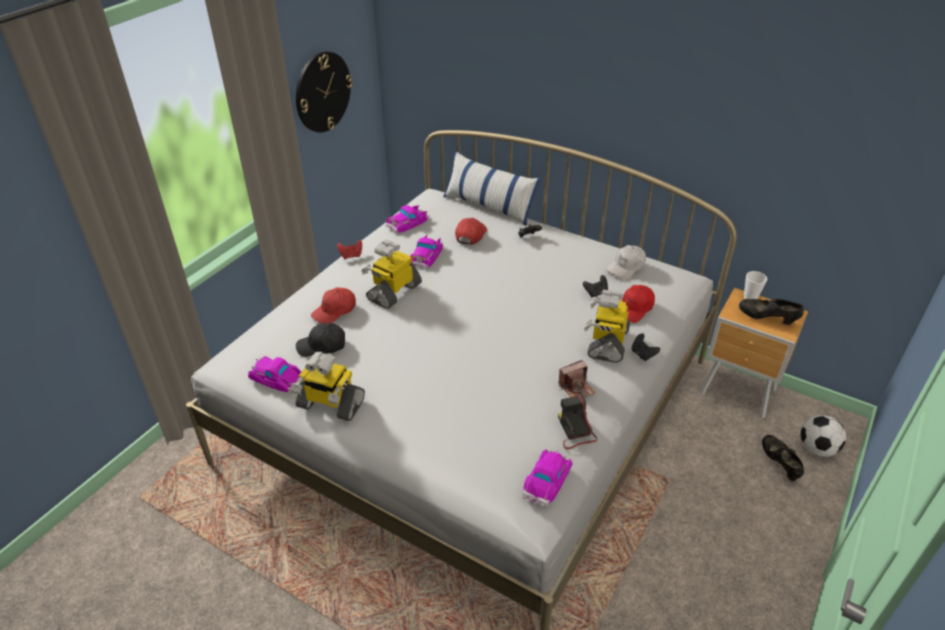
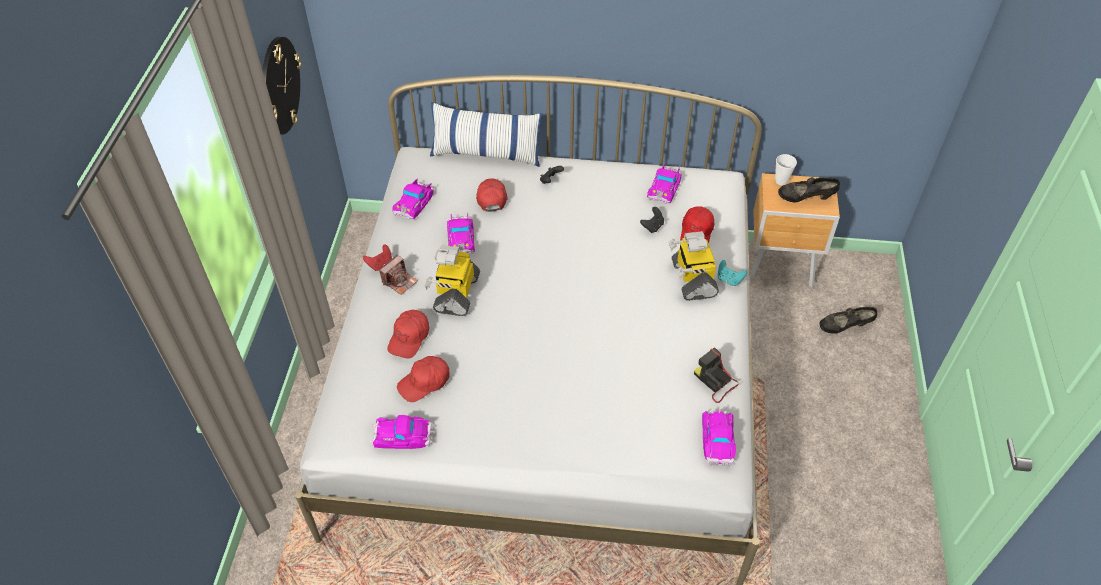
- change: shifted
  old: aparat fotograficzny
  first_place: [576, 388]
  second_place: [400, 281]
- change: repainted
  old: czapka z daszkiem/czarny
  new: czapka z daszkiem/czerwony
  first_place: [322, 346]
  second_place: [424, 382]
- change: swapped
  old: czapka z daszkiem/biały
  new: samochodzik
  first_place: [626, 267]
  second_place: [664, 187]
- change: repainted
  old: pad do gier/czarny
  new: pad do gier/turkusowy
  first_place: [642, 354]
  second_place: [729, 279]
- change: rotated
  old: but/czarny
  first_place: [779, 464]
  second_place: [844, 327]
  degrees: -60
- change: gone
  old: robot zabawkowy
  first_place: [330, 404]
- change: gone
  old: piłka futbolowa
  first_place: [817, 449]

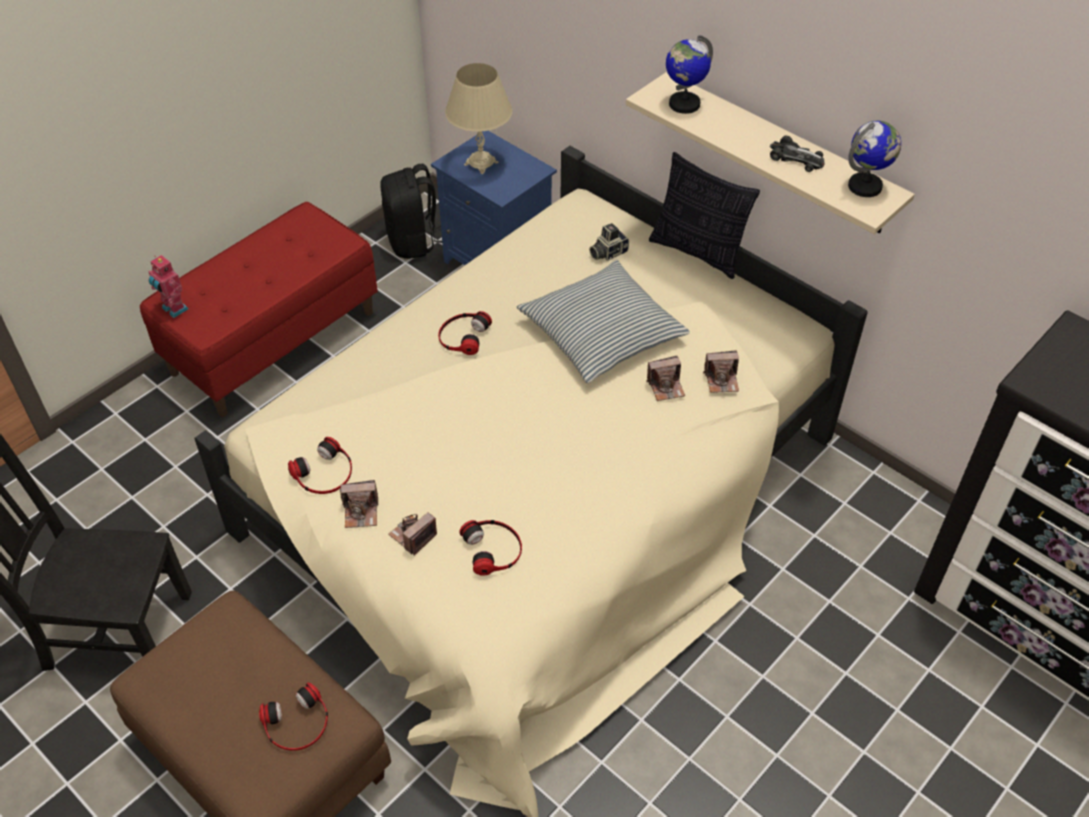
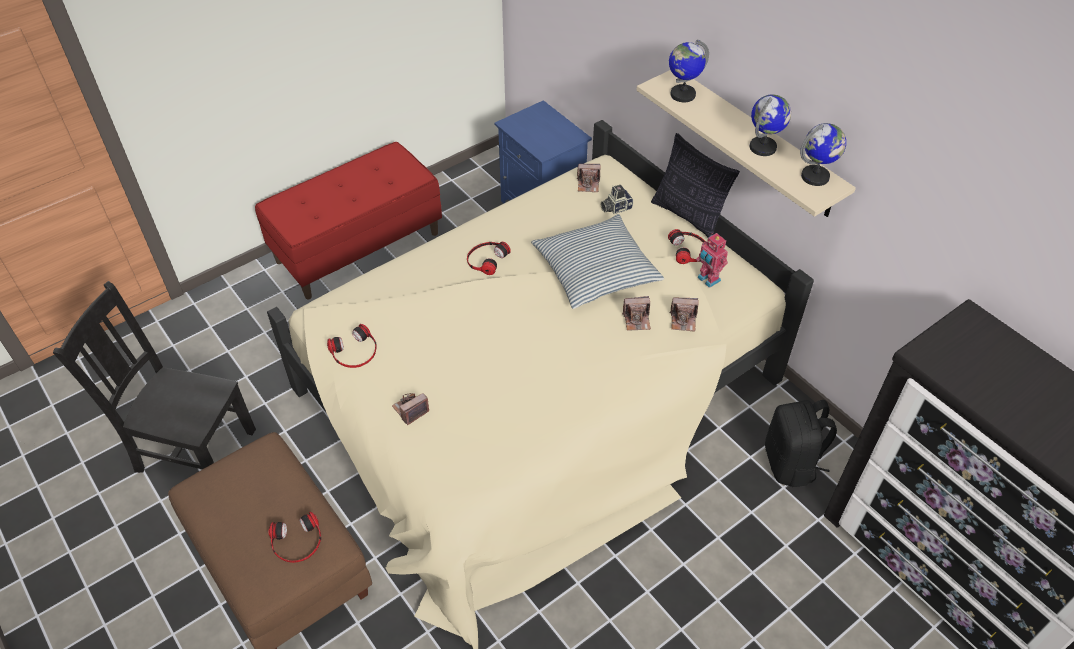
- change: shifted
  old: aparat fotograficzny
  first_place: [361, 512]
  second_place: [588, 184]
- change: shifted
  old: słuchawki
  first_place: [493, 549]
  second_place: [689, 250]
- change: shifted
  old: robot zabawkowy
  first_place: [173, 309]
  second_place: [707, 280]
- change: swapped
  old: samochodzik
  new: globus
  first_place: [795, 158]
  second_place: [763, 147]
- change: shifted
  old: plecak/czarny
  first_place: [413, 242]
  second_place: [791, 463]
- change: gone
  old: lampa stołowa/beżowy
  first_place: [481, 163]

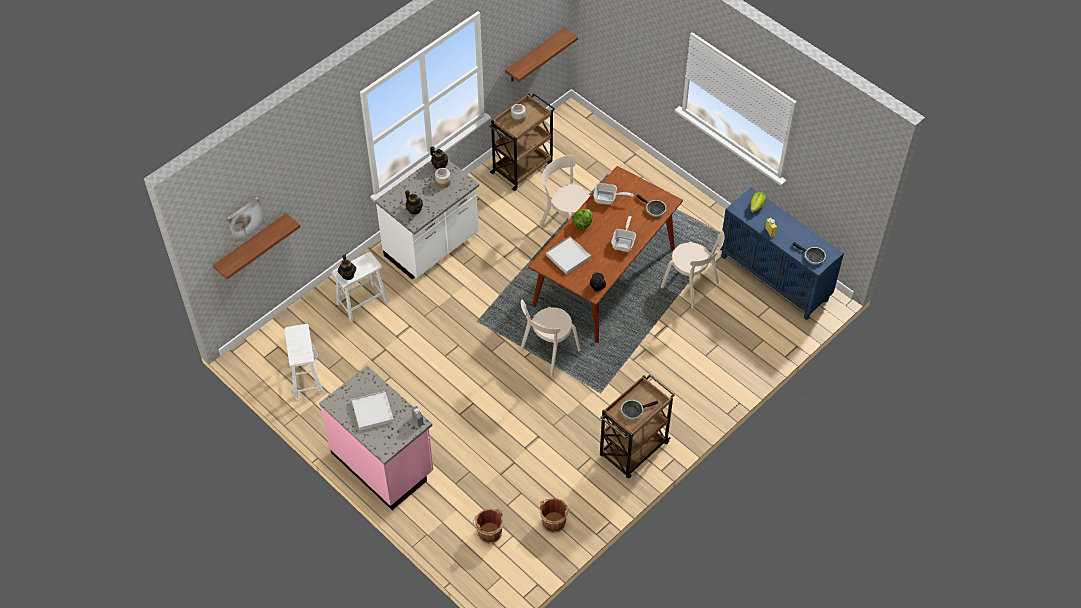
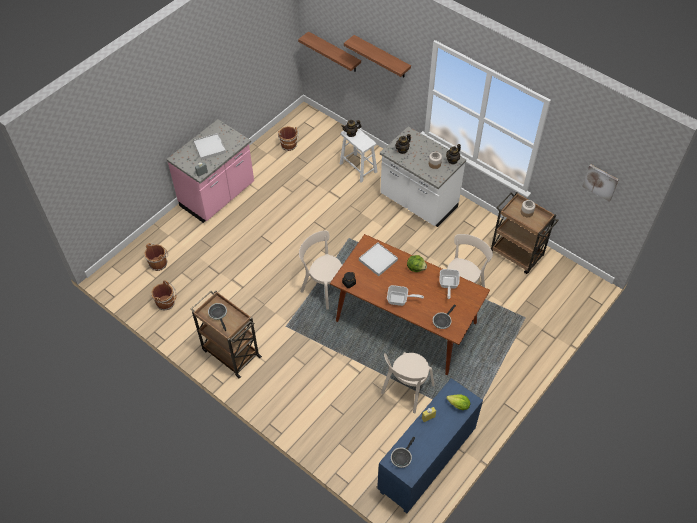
- change: swapped
  old: stołek/biały
  new: wiadro/brązowy
  first_place: [305, 377]
  second_place: [289, 145]
- change: shifted
  old: półka
  first_place: [535, 56]
  second_place: [381, 57]
- change: shifted
  old: obraz
  first_place: [245, 219]
  second_place: [600, 182]

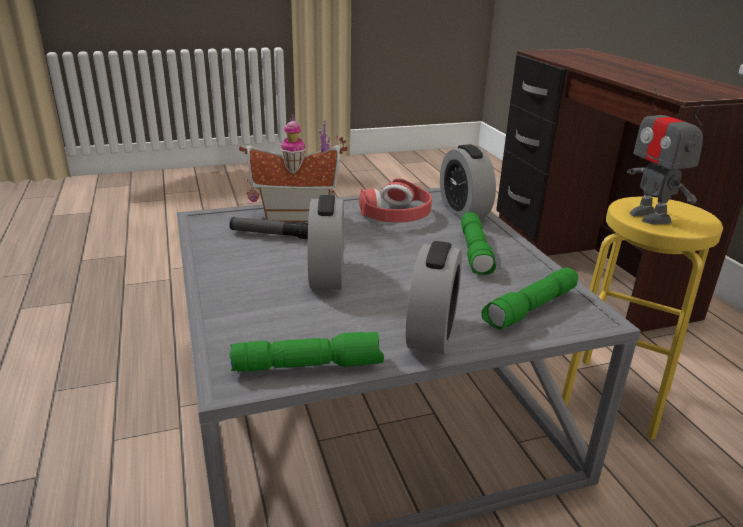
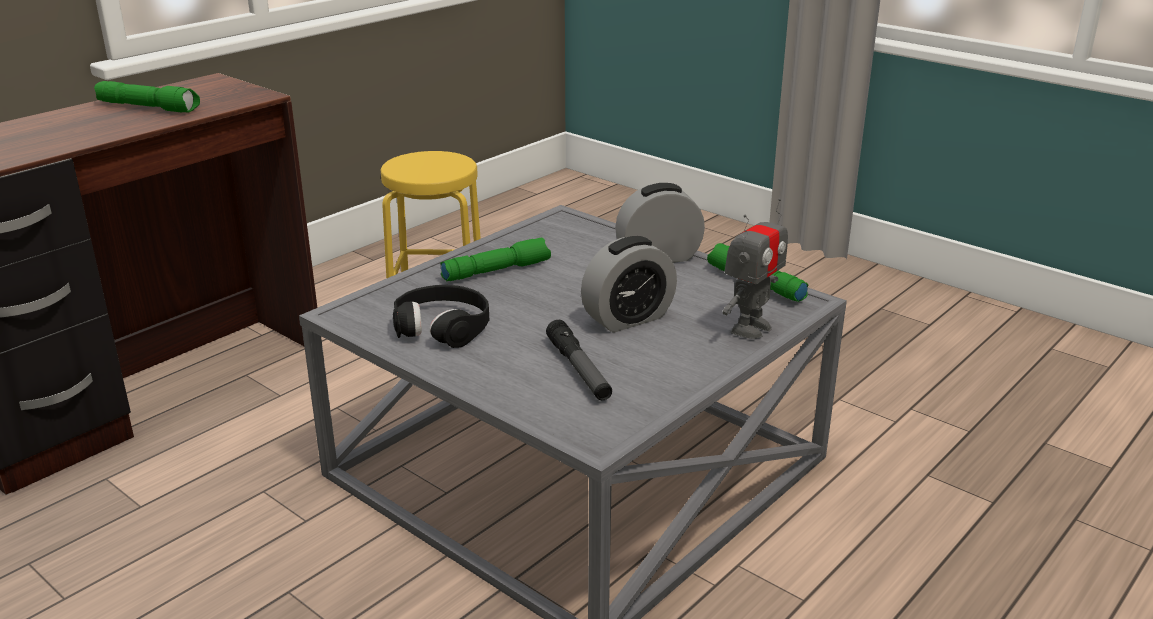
- change: shifted
  old: latarka/zielony
  first_place: [531, 309]
  second_place: [149, 107]
- change: repainted
  old: słuchawki/czerwony
  new: słuchawki/czarny
  first_place: [396, 214]
  second_place: [442, 327]
- change: shifted
  old: robot zabawkowy
  first_place: [650, 216]
  second_place: [750, 328]
- change: gone
  old: domek
  first_place: [296, 214]
- change: gone
  old: budzik
  first_place: [464, 210]

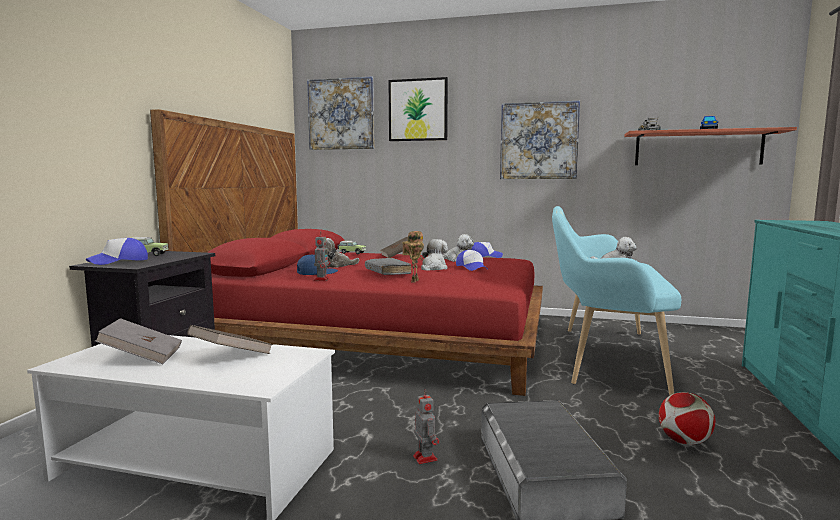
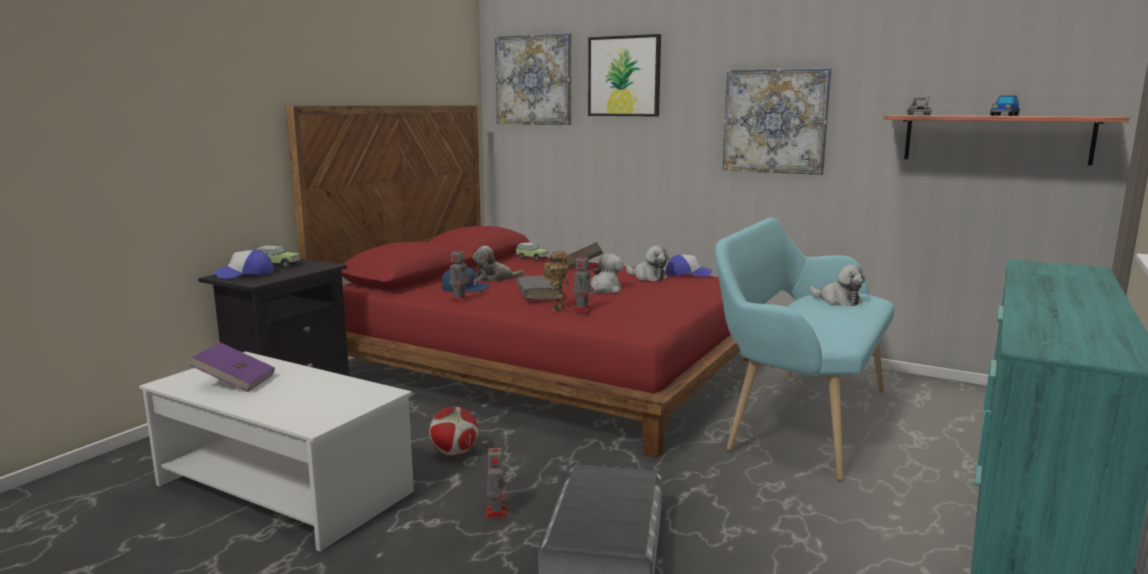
- change: repainted
  old: książka/szary
  new: książka/fioletowy
  first_place: [142, 357]
  second_place: [235, 382]
- change: shifted
  old: piłka futbolowa
  first_place: [684, 441]
  second_place: [454, 453]
- change: new
  new: robot zabawkowy
  second_place: [582, 309]
- change: gone
  old: książka/brązowy
  first_place: [231, 356]
- change: gone
  old: czapka z daszkiem
  first_place: [472, 267]

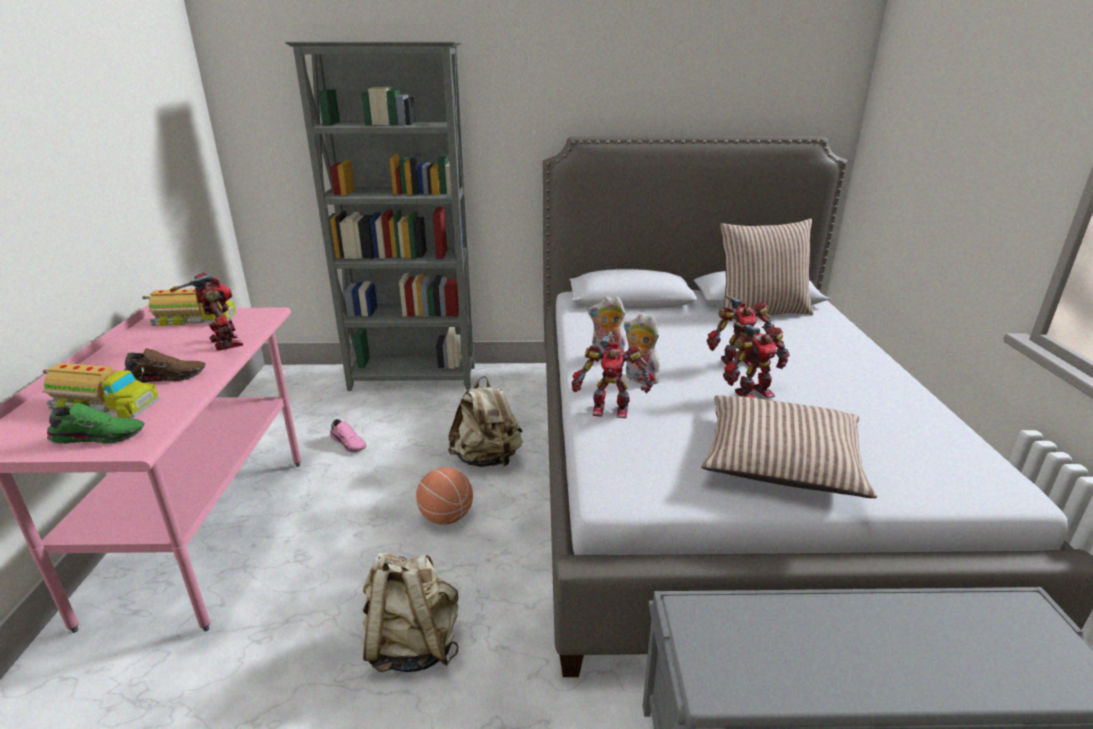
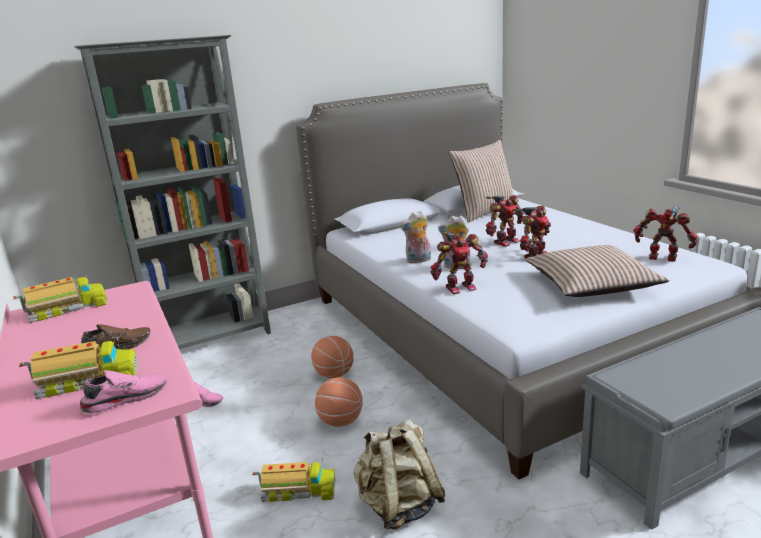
- change: repainted
  old: but/zielony
  new: but/różowy
  first_place: [100, 436]
  second_place: [126, 398]
- change: new
  new: ciężarówka zabawkowa
  second_place: [298, 491]
- change: swapped
  old: plecak/beżowy
  new: piłka do koszykówki
  first_place: [487, 459]
  second_place: [334, 374]
- change: shifted
  old: robot zabawkowy
  first_place: [223, 343]
  second_place: [663, 258]

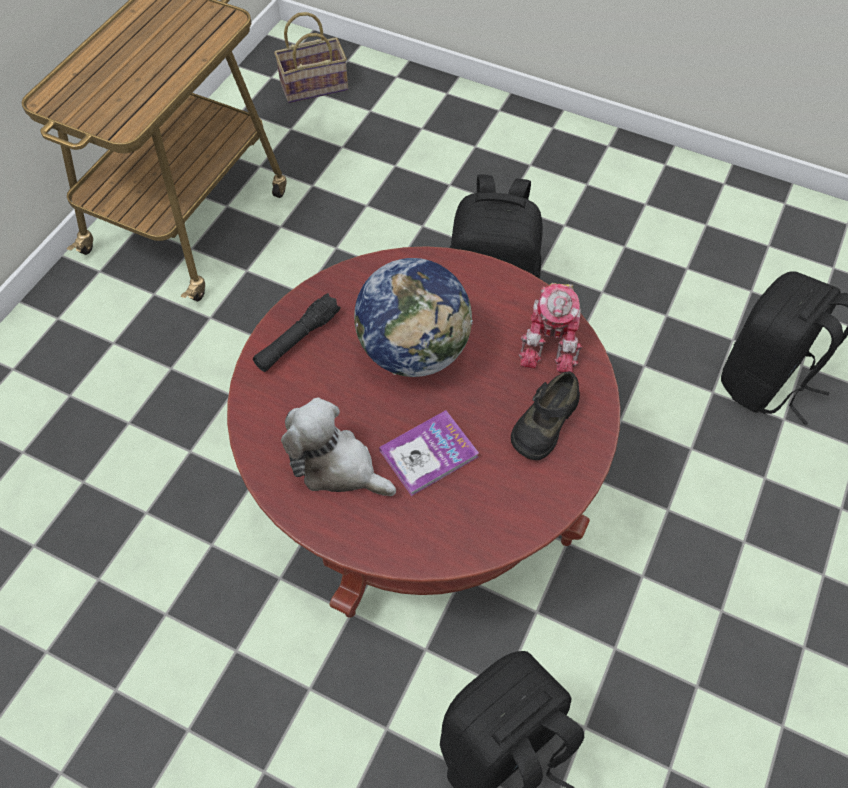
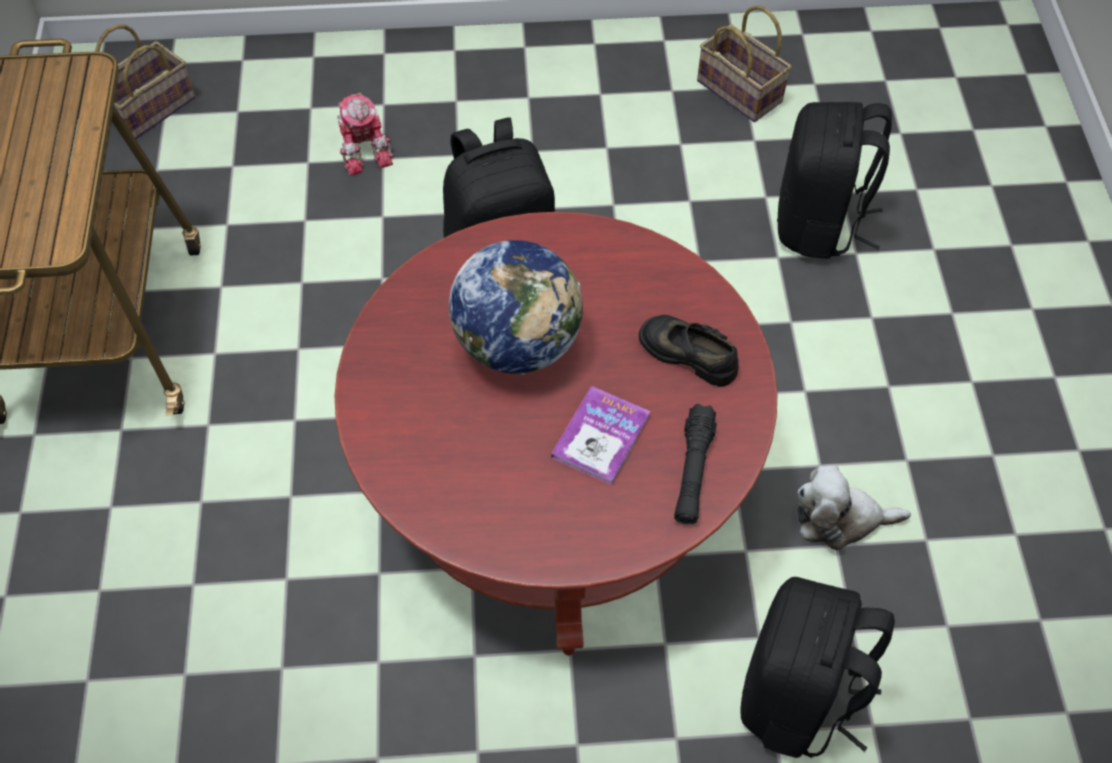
- change: shifted
  old: robot zabawkowy
  first_place: [552, 341]
  second_place: [365, 147]
- change: rotated
  old: but/czarny
  first_place: [544, 423]
  second_place: [689, 353]
  degrees: 120
- change: shifted
  old: latarka/czarny
  first_place: [297, 340]
  second_place: [693, 471]
- change: new
  new: koszyk
  second_place: [742, 91]
- change: shifted
  old: pluszak
  first_place: [336, 466]
  second_place: [840, 519]

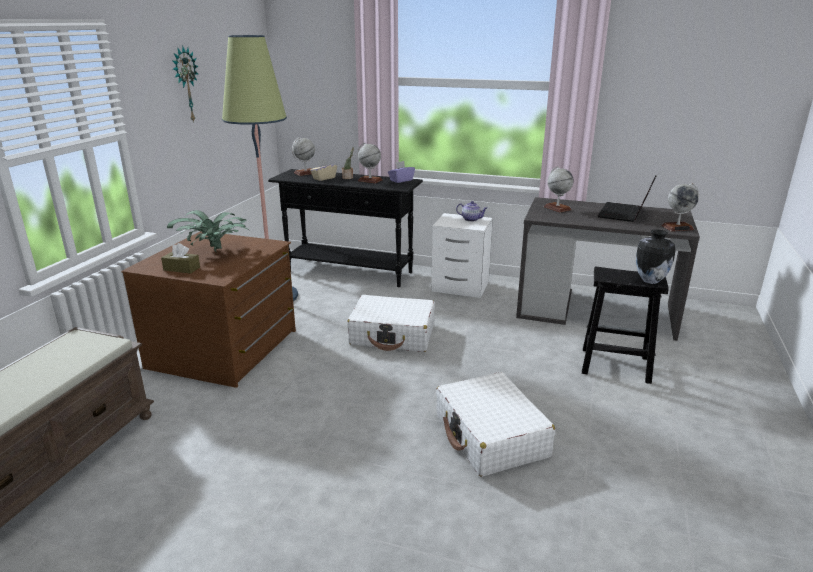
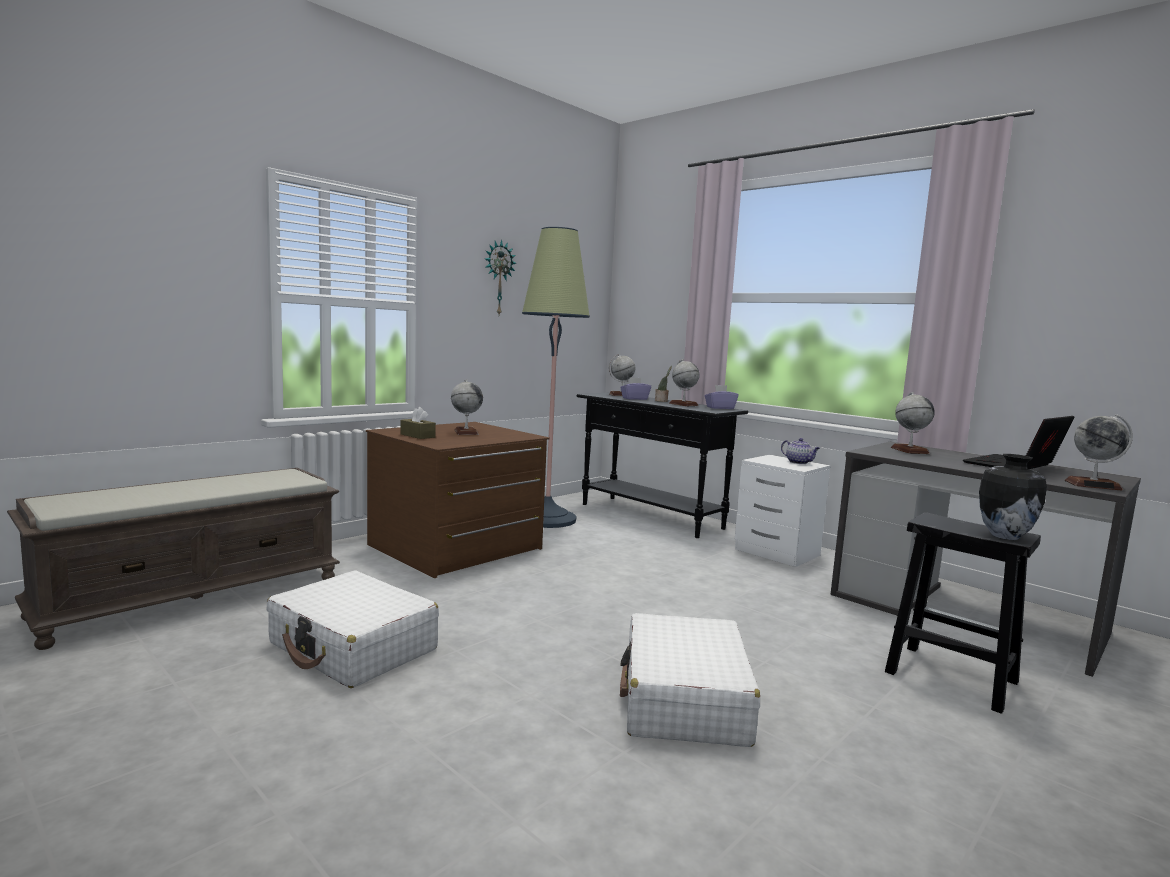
- change: shifted
  old: walizka/biały
  first_place: [393, 335]
  second_place: [353, 647]
- change: swapped
  old: roślina doniczkowa
  new: globus
  first_place: [216, 252]
  second_place: [466, 432]
- change: repainted
  old: pudełko chusteczek/beżowy
  new: pudełko chusteczek/fioletowy
  first_place: [324, 178]
  second_place: [634, 399]

